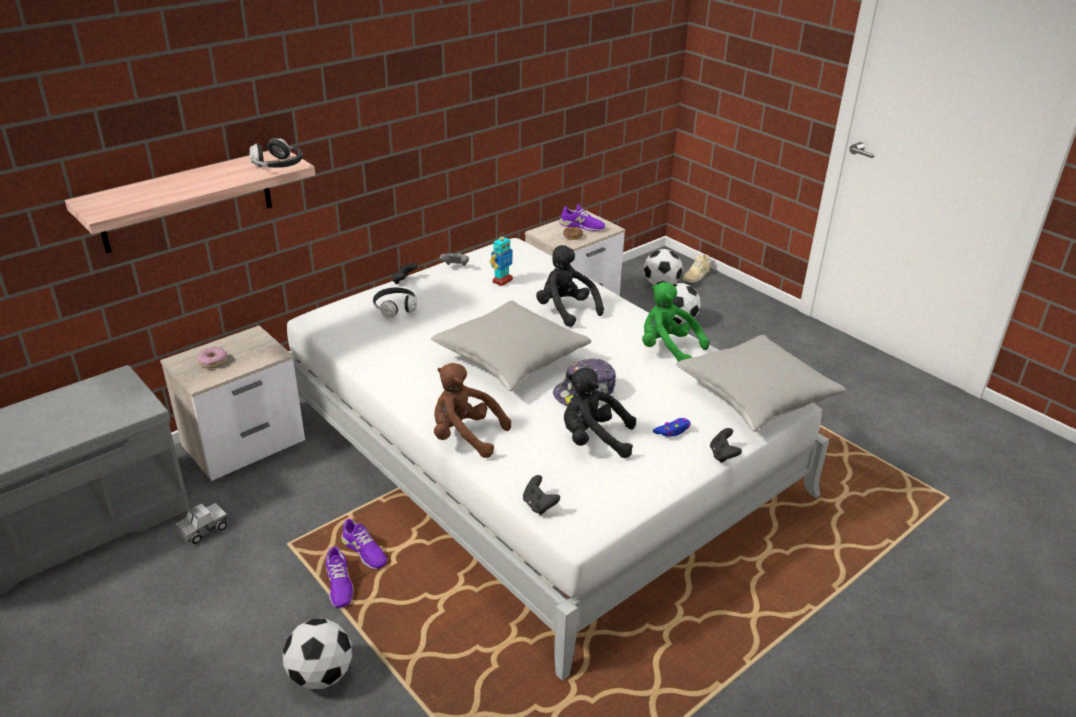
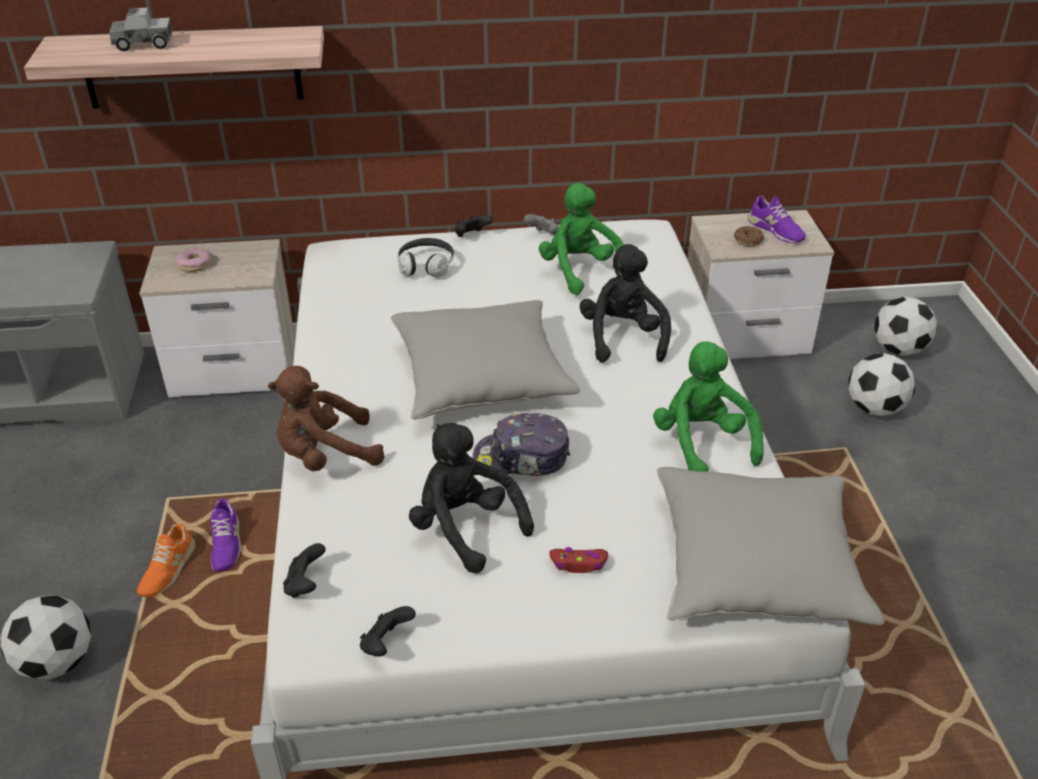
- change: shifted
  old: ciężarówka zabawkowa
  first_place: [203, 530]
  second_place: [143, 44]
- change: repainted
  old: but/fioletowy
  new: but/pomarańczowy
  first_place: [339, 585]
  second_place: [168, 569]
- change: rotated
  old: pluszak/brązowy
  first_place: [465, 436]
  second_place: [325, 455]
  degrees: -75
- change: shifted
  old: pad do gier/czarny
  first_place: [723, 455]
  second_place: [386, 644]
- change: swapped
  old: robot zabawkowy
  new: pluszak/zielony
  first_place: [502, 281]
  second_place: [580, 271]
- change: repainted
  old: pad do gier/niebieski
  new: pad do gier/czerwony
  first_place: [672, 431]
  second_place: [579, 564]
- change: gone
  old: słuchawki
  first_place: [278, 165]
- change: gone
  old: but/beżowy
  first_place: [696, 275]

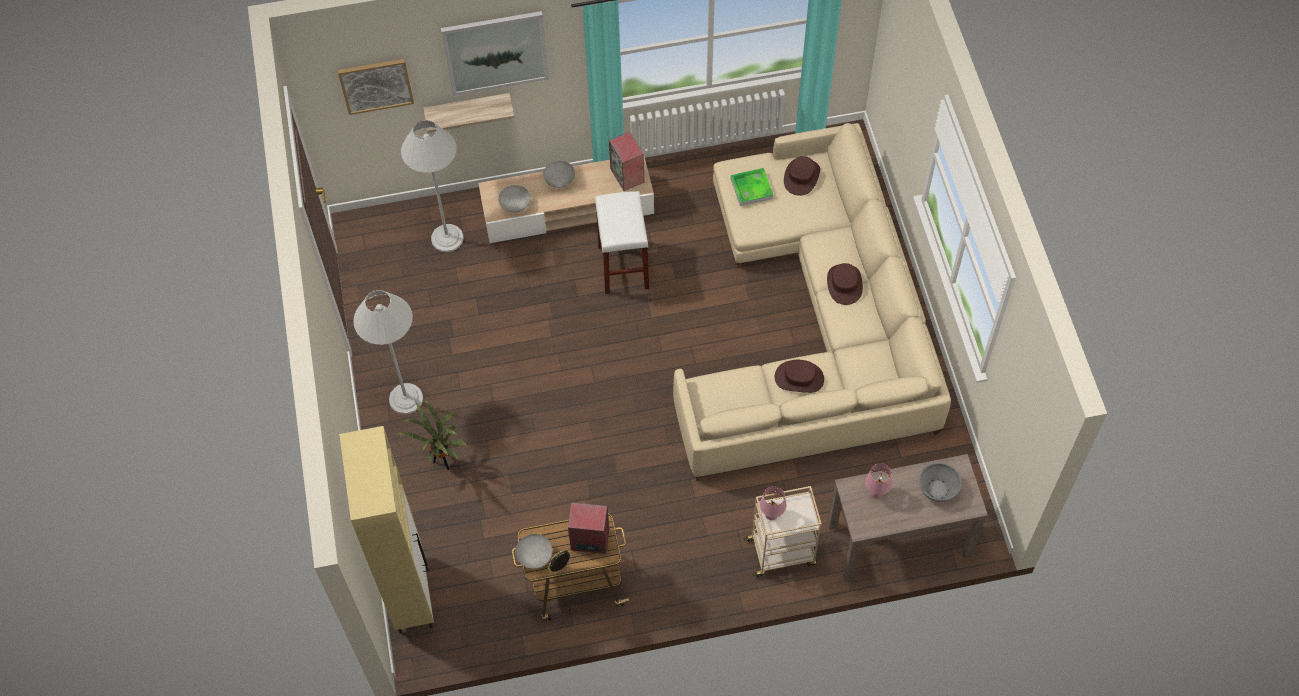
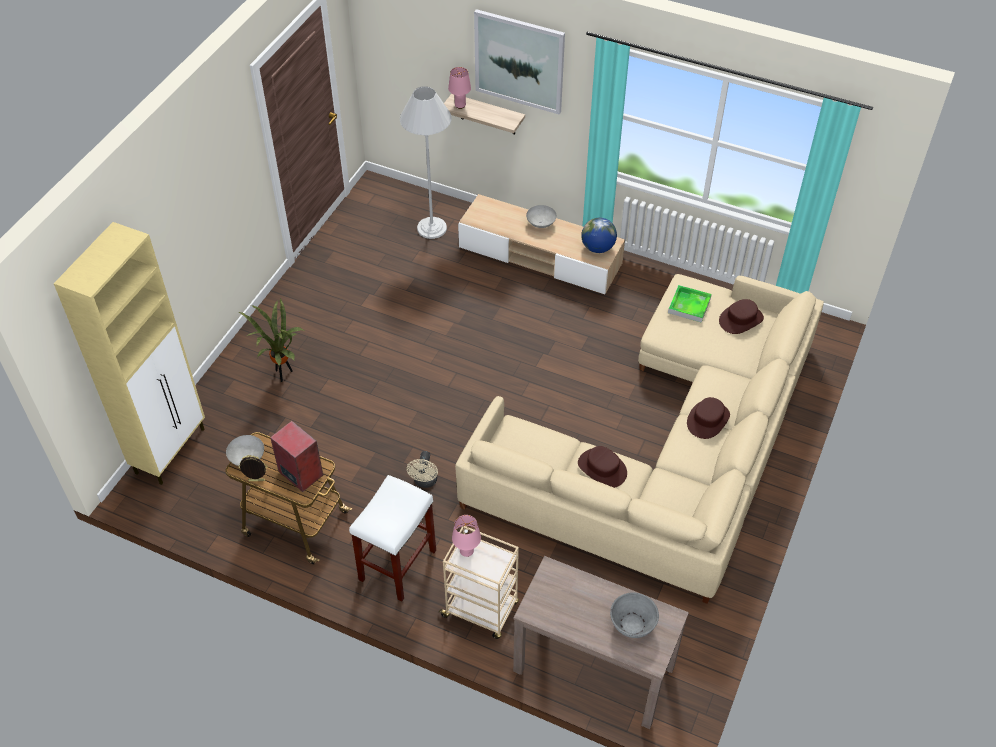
- change: shifted
  old: stołek/biały
  first_place: [622, 266]
  second_place: [398, 564]
- change: new
  new: wentylator/beżowy
  second_place: [425, 482]
- change: shifted
  old: lampa stołowa/różowy
  first_place: [876, 493]
  second_place: [460, 106]
- change: swapped
  old: głośnik
  new: globus
  first_place: [628, 175]
  second_place: [598, 248]
- change: gone
  old: obraz
  first_place: [376, 85]
- change: gone
  old: lampa stojąca/biały
  first_place: [406, 399]
- change: gone
  old: miska/szary
  first_place: [515, 205]

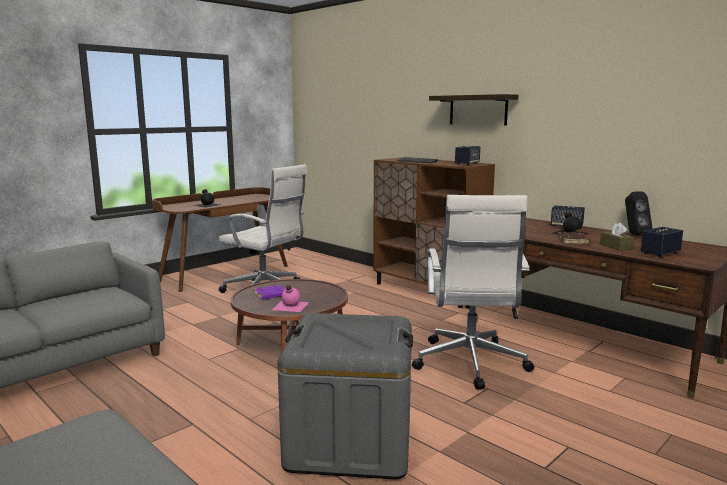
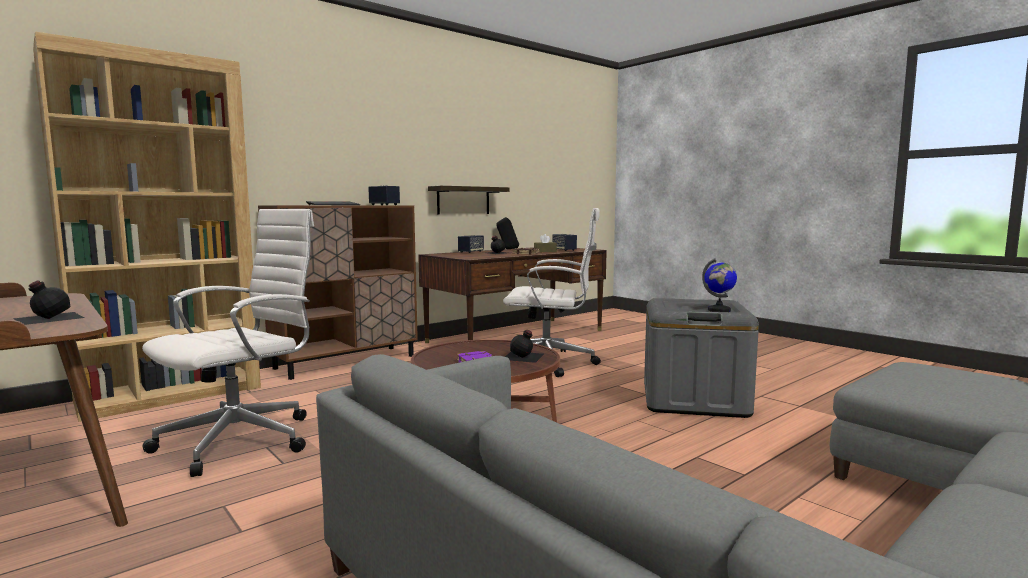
- change: new
  new: regał/brązowy
  second_place: [171, 395]
- change: shifted
  old: półka
  first_place: [478, 110]
  second_place: [463, 200]
- change: repainted
  old: butelka/różowy
  new: butelka/czarny
  first_place: [290, 306]
  second_place: [523, 356]
- change: new
  new: globus
  second_place: [719, 310]

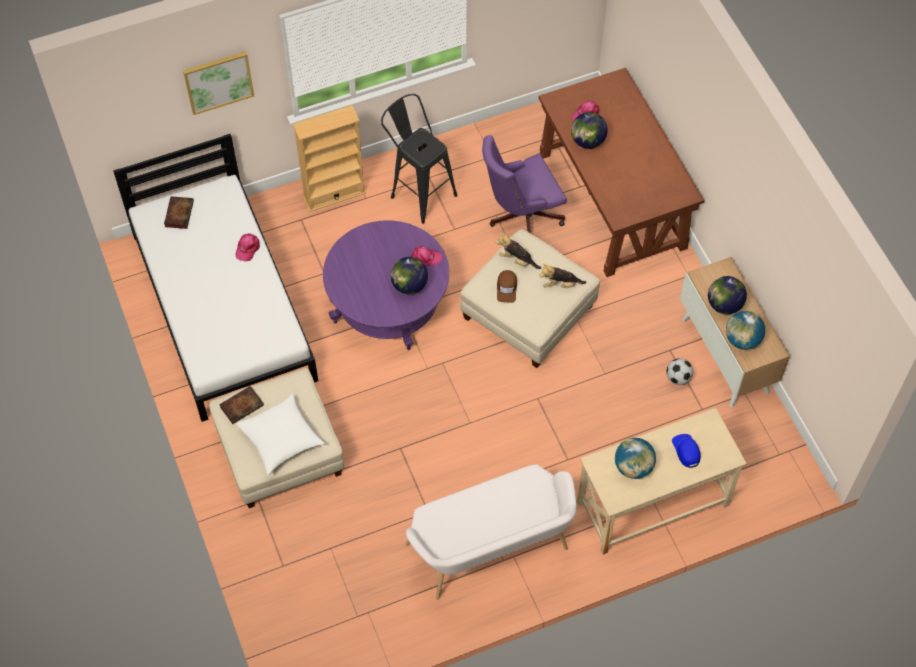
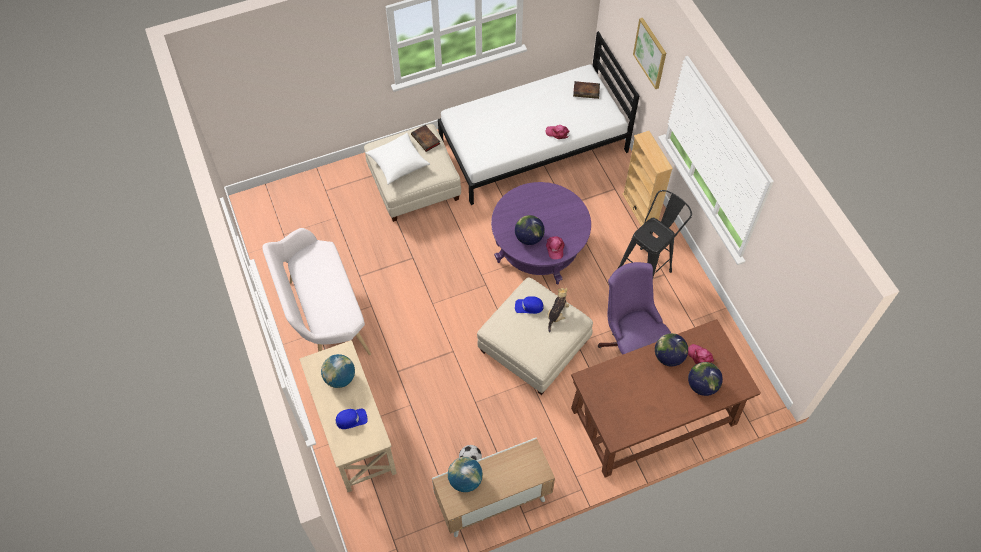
- change: repainted
  old: czapka z daszkiem/brązowy
  new: czapka z daszkiem/niebieski
  first_place: [507, 288]
  second_place: [529, 306]
- change: shifted
  old: globus
  first_place: [724, 305]
  second_place: [702, 385]
- change: gone
  old: pluszak
  first_place: [560, 284]

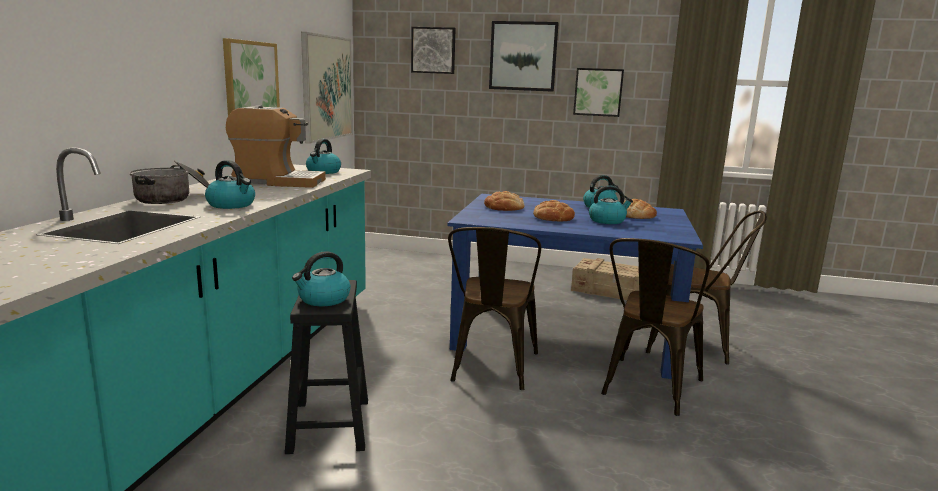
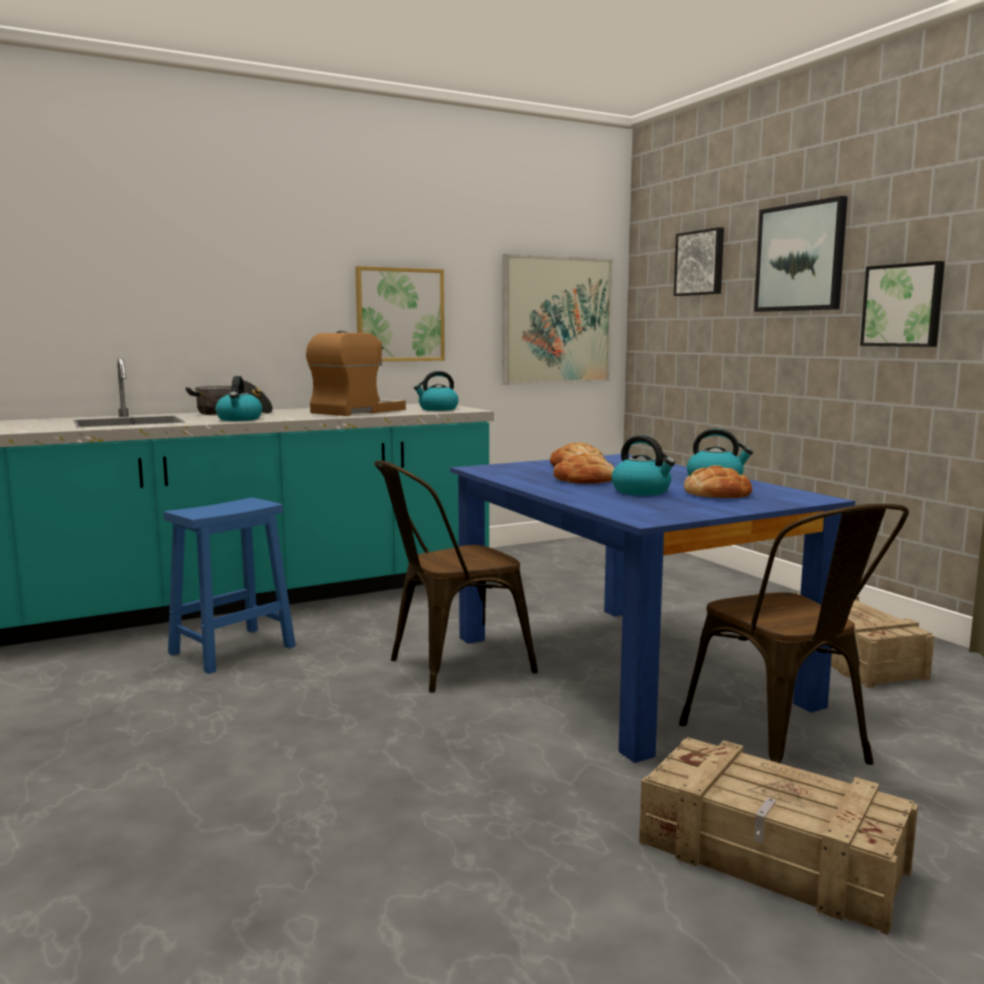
- change: repainted
  old: stołek/czarny
  new: stołek/niebieski
  first_place: [329, 426]
  second_place: [230, 650]
- change: rotated
  old: ekspres do kawy
  first_place: [278, 182]
  second_place: [357, 411]
  degrees: -105
- change: new
  new: skrzynka
  second_place: [772, 858]
- change: gone
  old: czajnik
  first_place: [323, 299]
- change: gone
  old: krzesło/brązowy
  first_place: [647, 389]

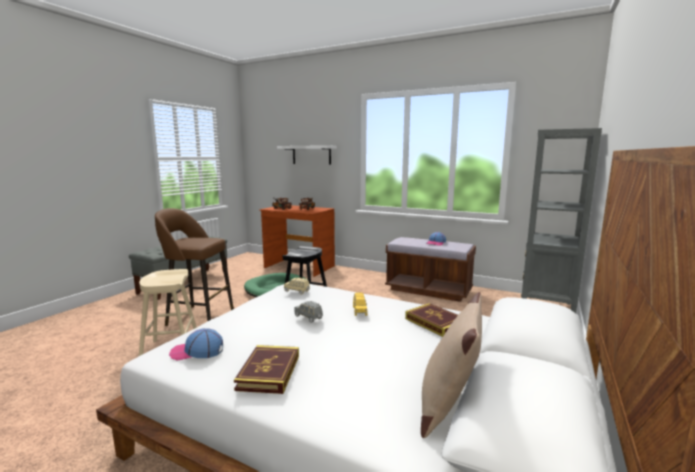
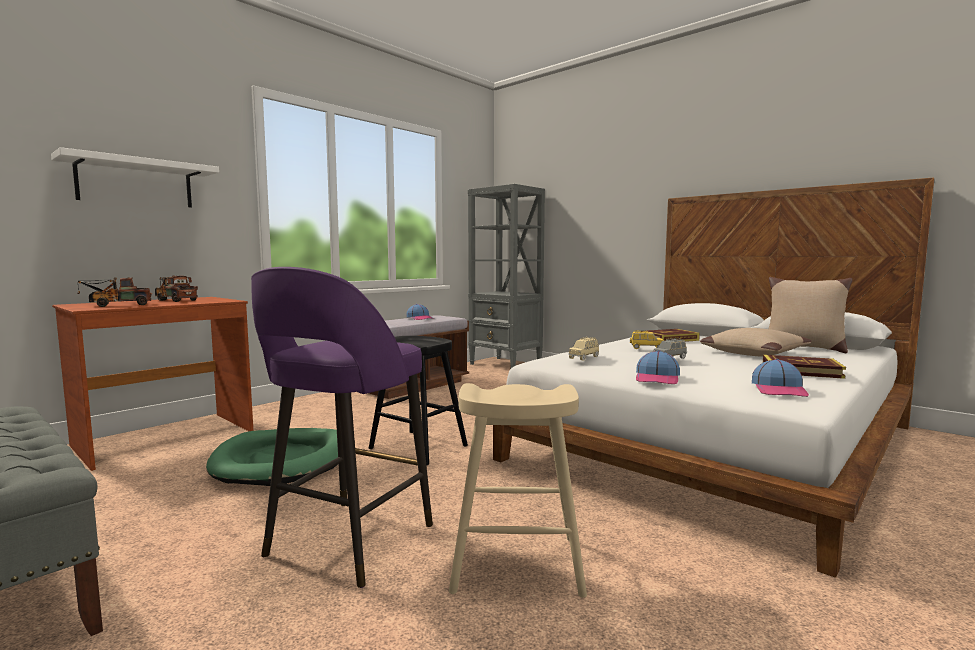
- change: repainted
  old: stołek/brązowy
  new: stołek/fioletowy
  first_place: [199, 317]
  second_place: [347, 542]
- change: new
  new: czapka z daszkiem
  second_place: [657, 378]
- change: new
  new: poduszka/beżowy
  second_place: [753, 353]

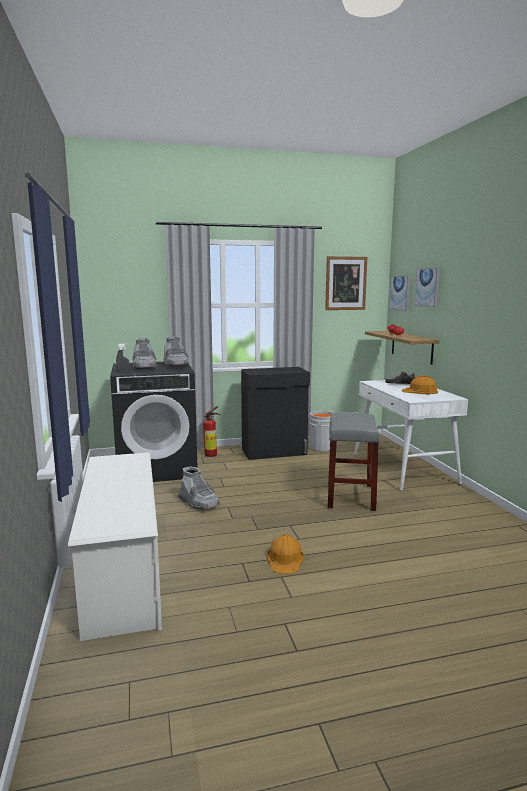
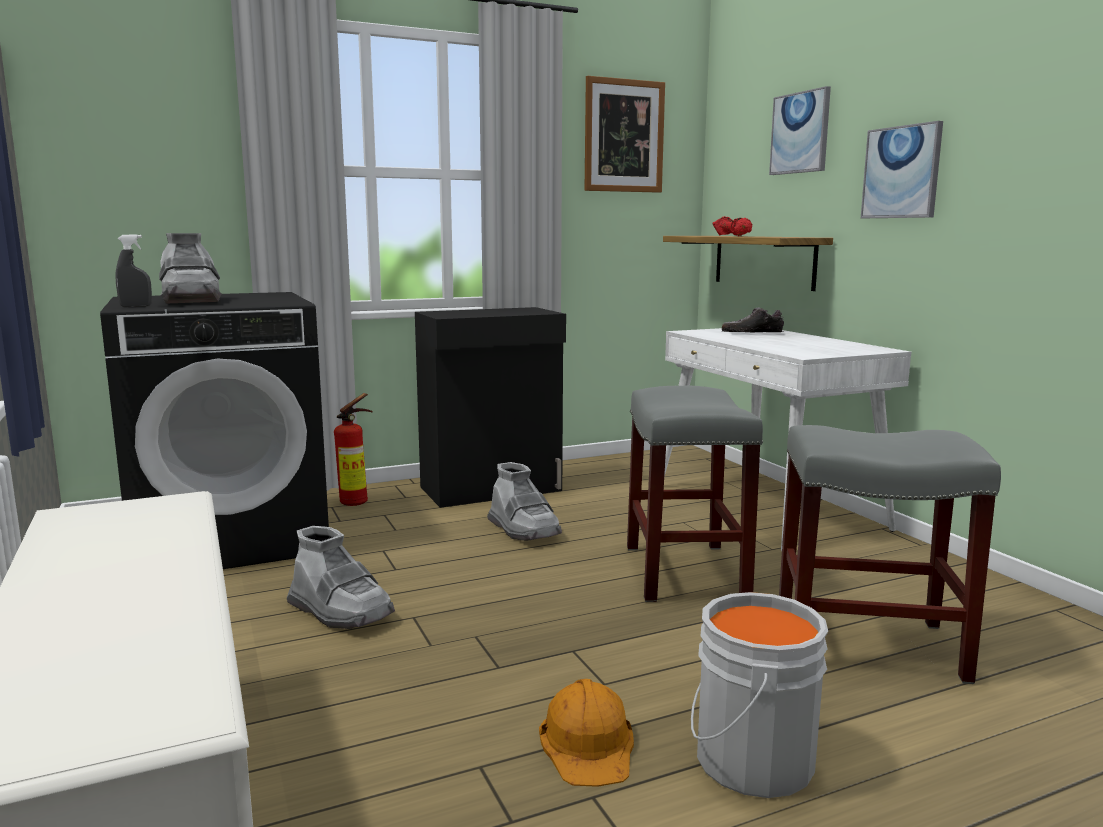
- change: shifted
  old: but z cholewką/szary
  first_place: [176, 365]
  second_place: [524, 530]
- change: shifted
  old: wiadro/szary
  first_place: [320, 447]
  second_place: [747, 759]
- change: new
  new: stołek/szary
  second_place: [869, 645]
- change: shifted
  old: obraz
  first_place: [400, 293]
  second_place: [901, 172]
- change: gone
  old: kask/pomarańczowy
  first_place: [420, 391]

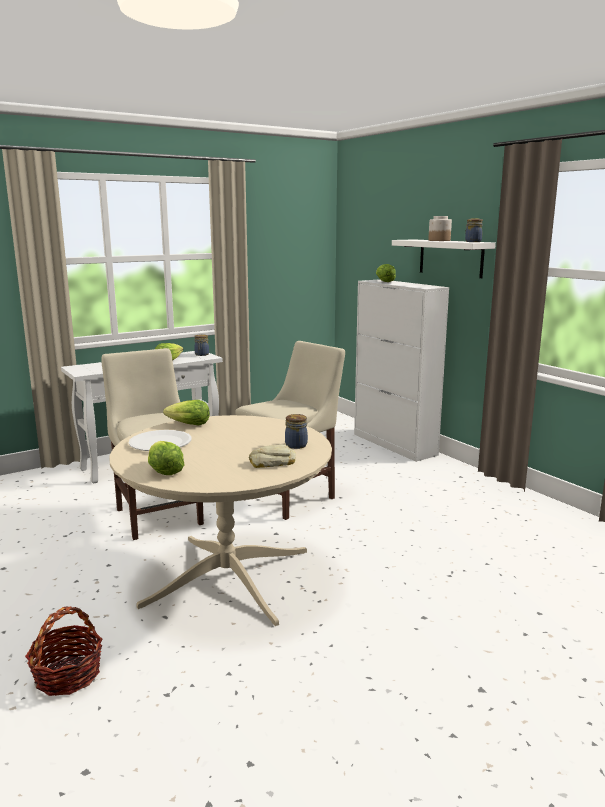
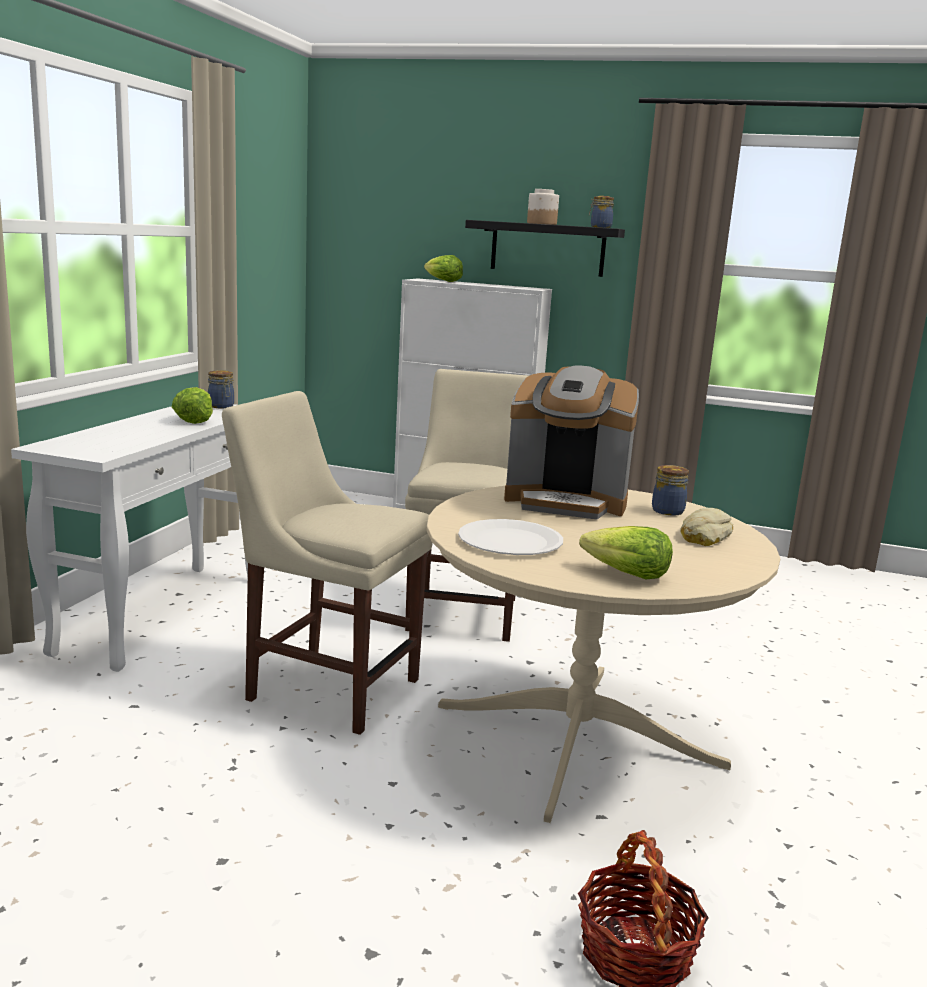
- change: repainted
  old: półka/biały
  new: półka/czarny
  first_place: [450, 258]
  second_place: [547, 249]
- change: new
  new: ekspres do kawy
  second_place: [566, 502]
- change: gone
  old: sałata
  first_place: [188, 425]

